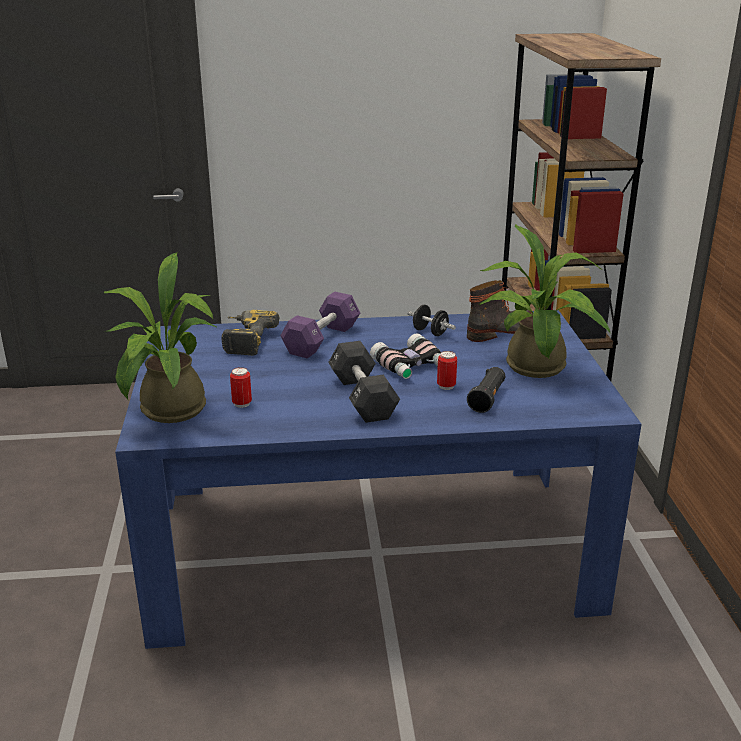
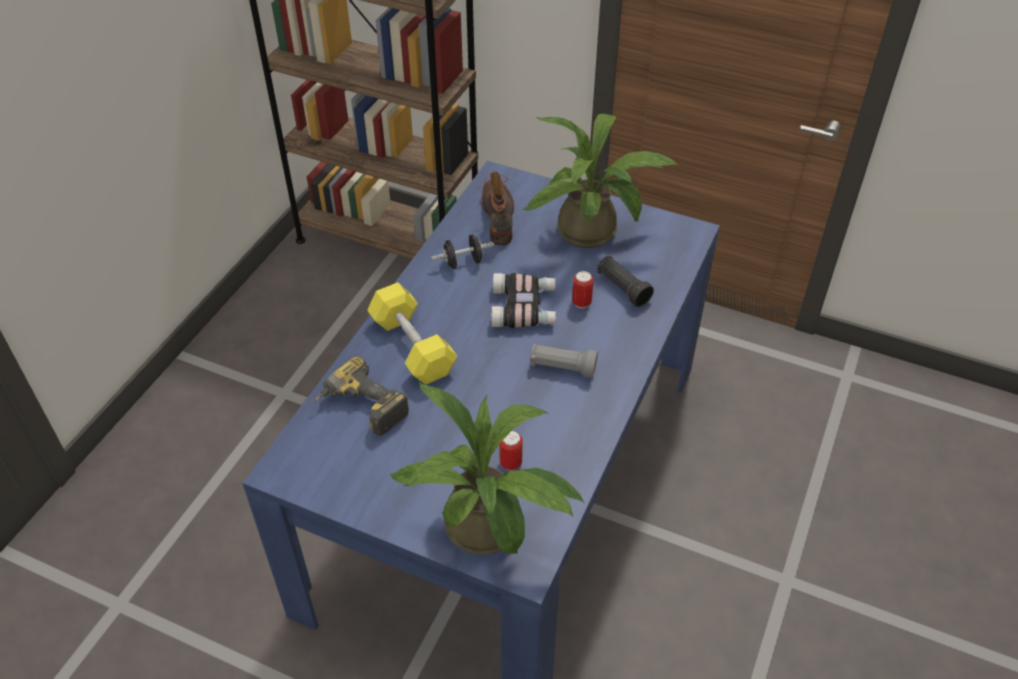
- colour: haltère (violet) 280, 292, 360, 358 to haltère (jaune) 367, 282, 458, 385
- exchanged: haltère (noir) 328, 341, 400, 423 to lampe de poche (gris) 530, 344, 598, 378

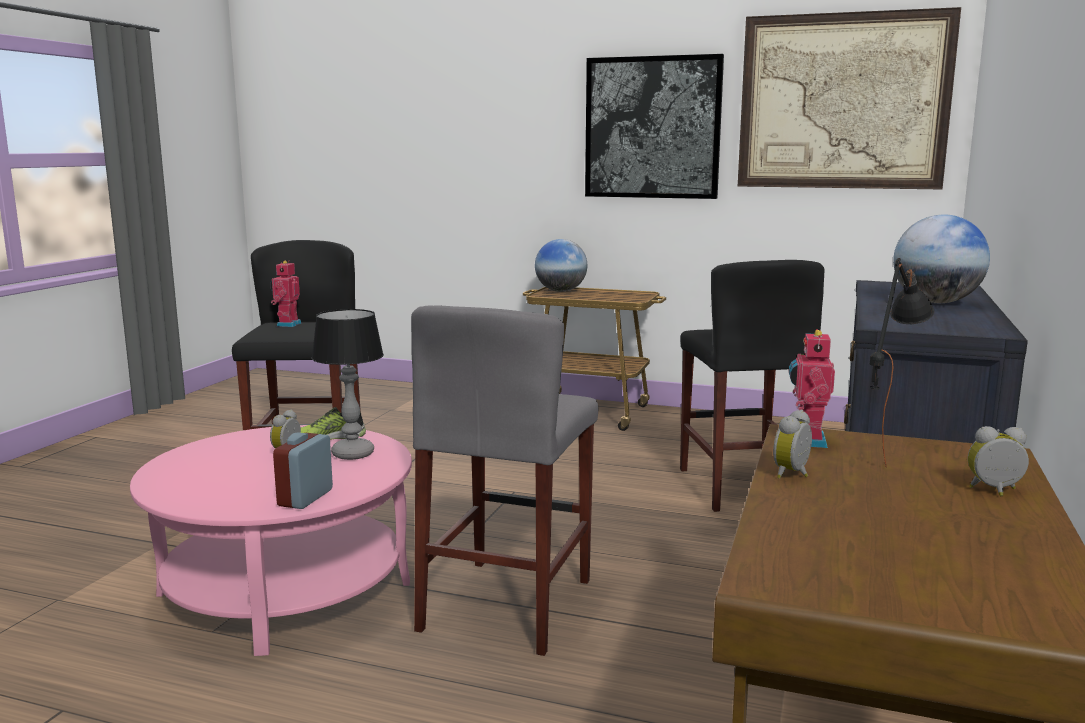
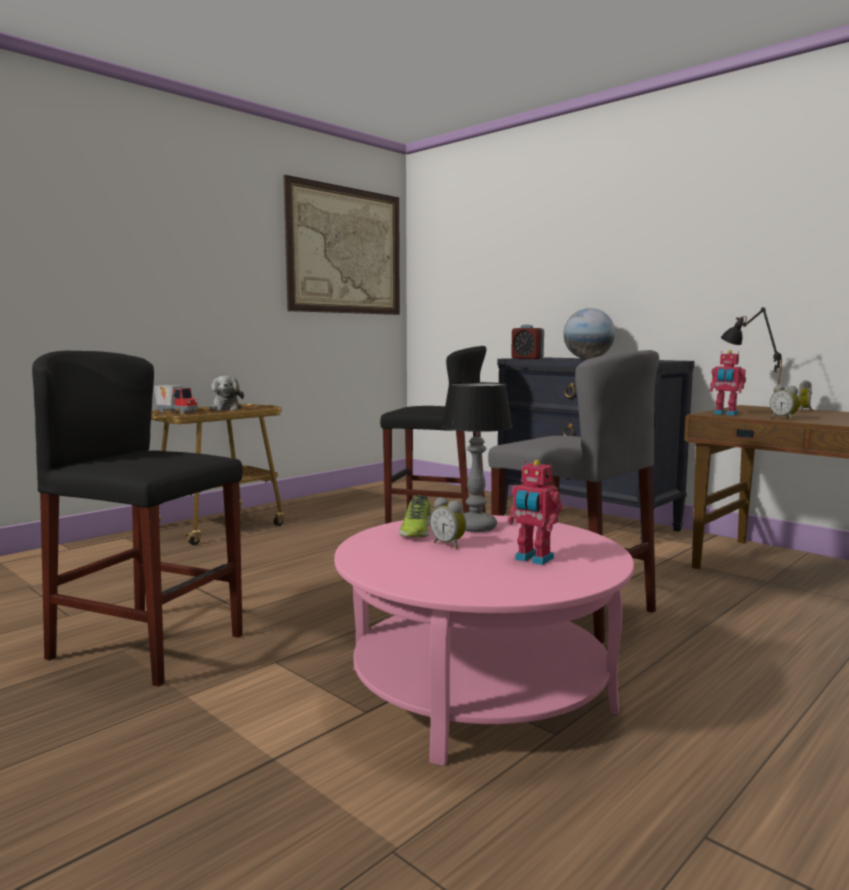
- exchanged: globe 535, 239, 587, 292 to camion jouet 154, 385, 198, 414
- appeared: peluche 209, 376, 244, 411
- relocated: robot jouet 270, 261, 301, 327 to 507, 460, 562, 565
- relocated: réveil 273, 433, 333, 509 to 511, 325, 544, 359
- missing: tableau 585, 54, 724, 199

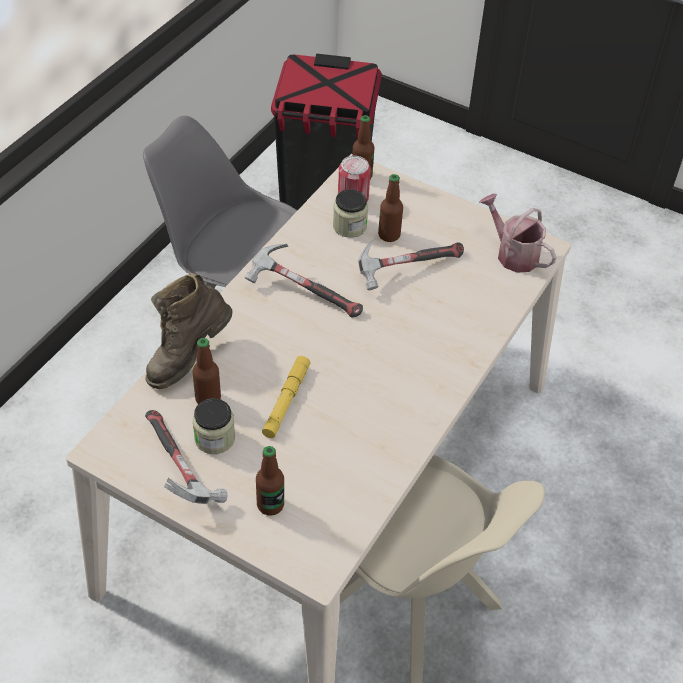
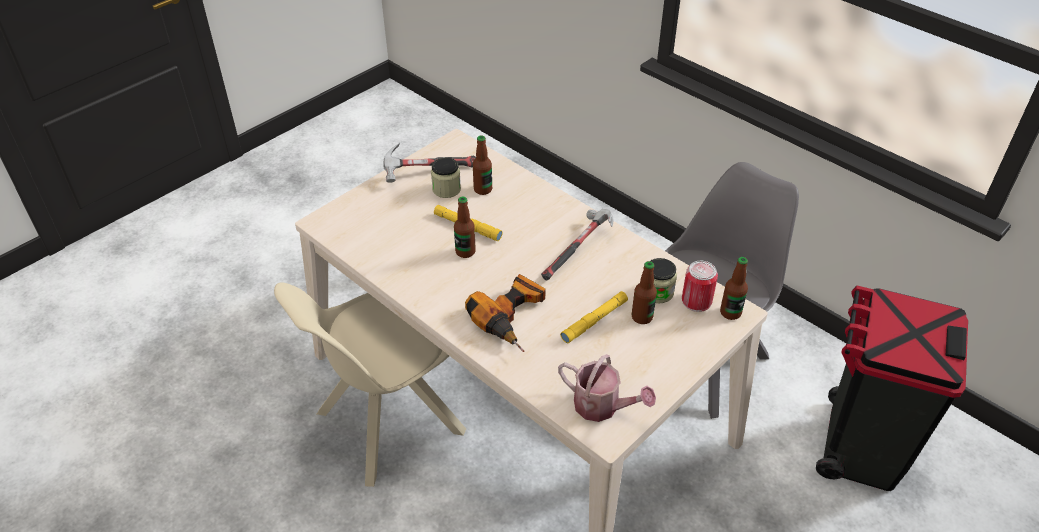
- relocated: bouteille 256, 446, 284, 516 to 454, 197, 476, 258
- appeared: perceuse 465, 274, 546, 352
- spun: arrosoir 479, 194, 557, 273 = 558, 354, 656, 422 60 degrees clockwise
- exchanged: marteau 358, 239, 464, 290 to lampe de poche (jaune) 560, 291, 628, 343
- missing: botte (marron) 146, 273, 232, 389

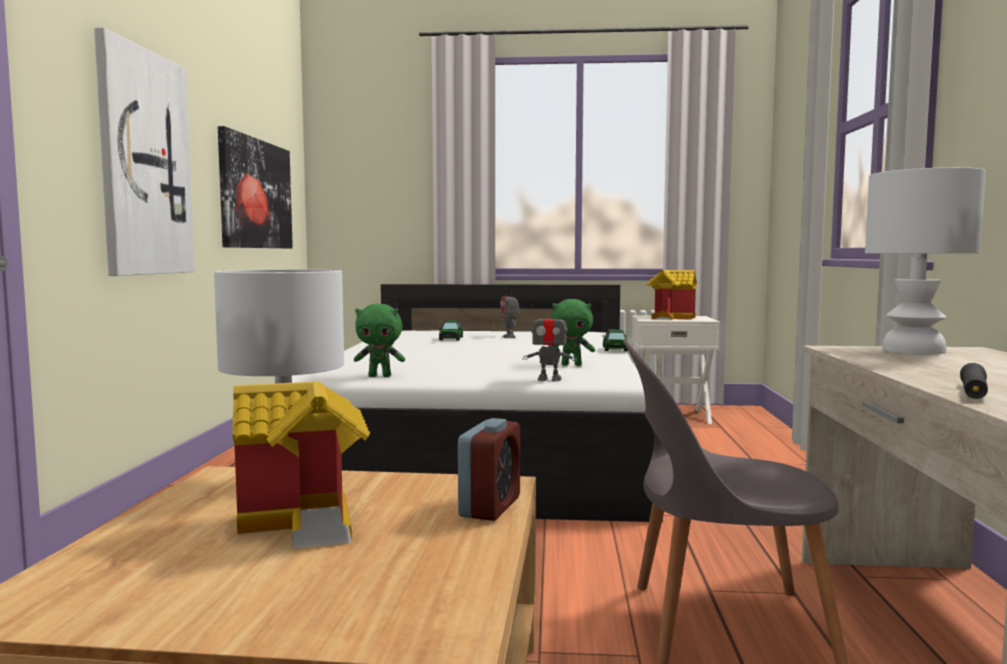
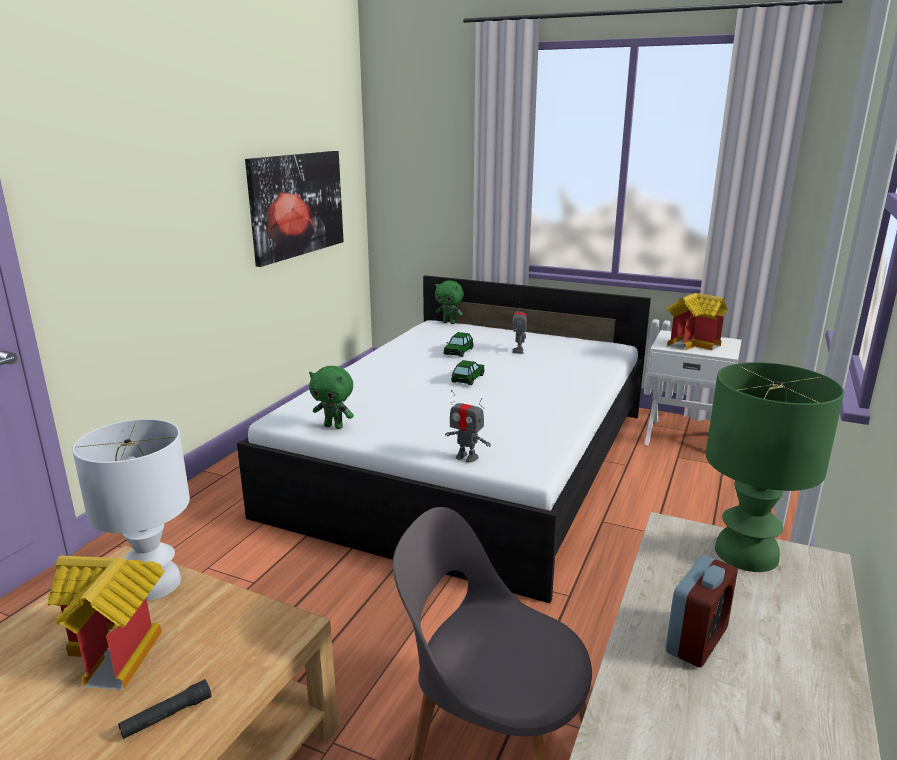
- relocated: lampe de poche (noir) 960, 363, 988, 399 to 118, 679, 211, 739
- relocated: peluche (vert) 551, 299, 595, 366 to 435, 280, 464, 324
- relocated: petite voiture 602, 330, 628, 351 to 451, 360, 485, 385
- relocated: réveil 458, 418, 520, 521 to 666, 555, 737, 667
- colour: lampe de table (blanc) 865, 167, 986, 355 to lampe de table (vert) 706, 362, 844, 572
- missing: tableau 94, 27, 195, 276

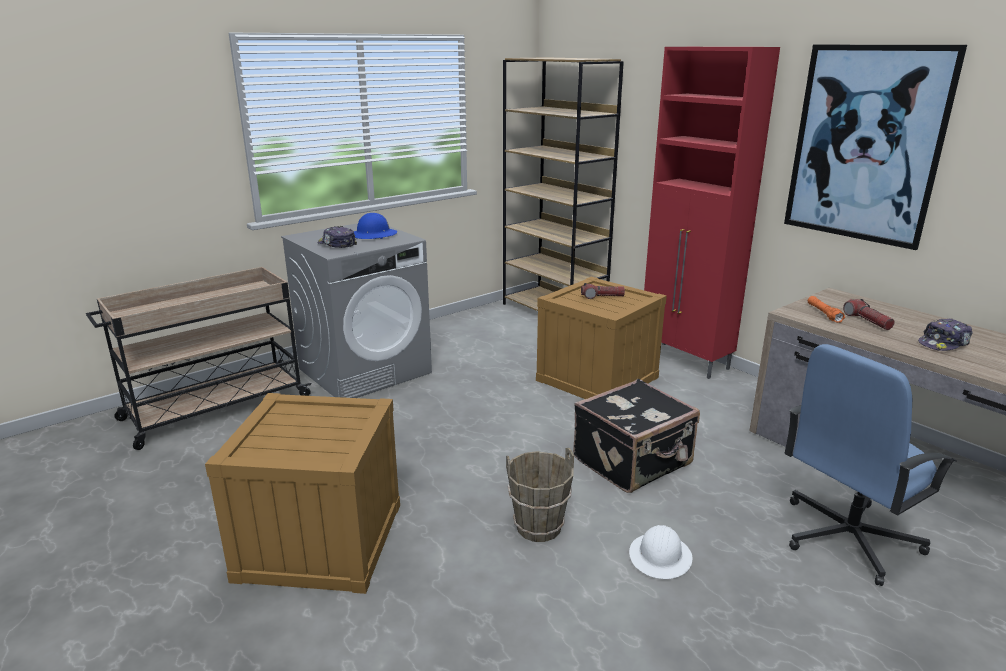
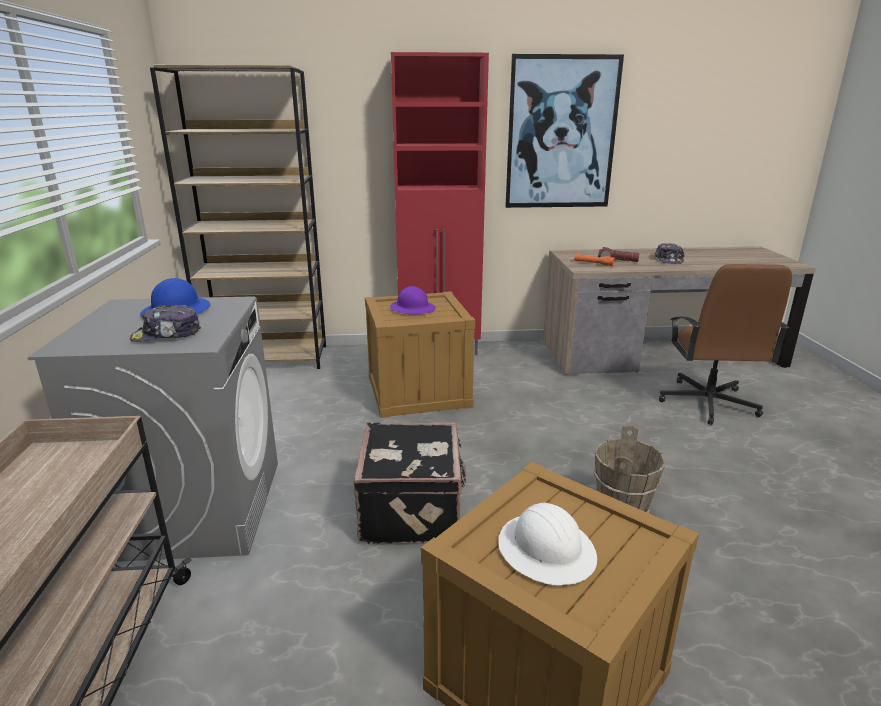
- relocated: valise (noir) 573, 379, 700, 493 to 354, 422, 466, 544
- exchanged: lampe de poche 581, 283, 625, 299 to casque de chantier (violet) 390, 286, 436, 314
- relocated: casque de chantier (blanc) 629, 525, 693, 579 to 499, 503, 597, 585
- colour: chaise de bureau (bleu) 784, 344, 956, 586 to chaise de bureau (marron) 659, 264, 792, 425

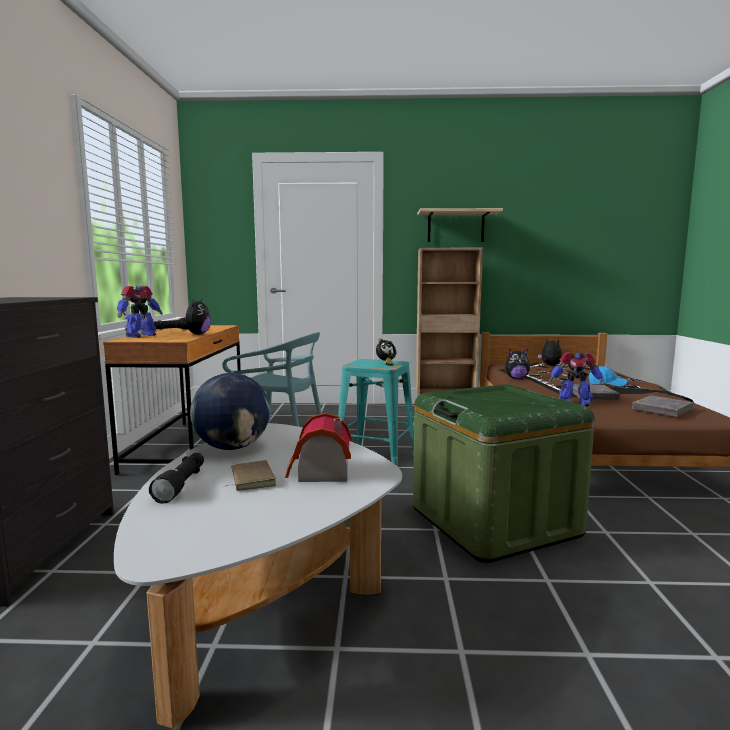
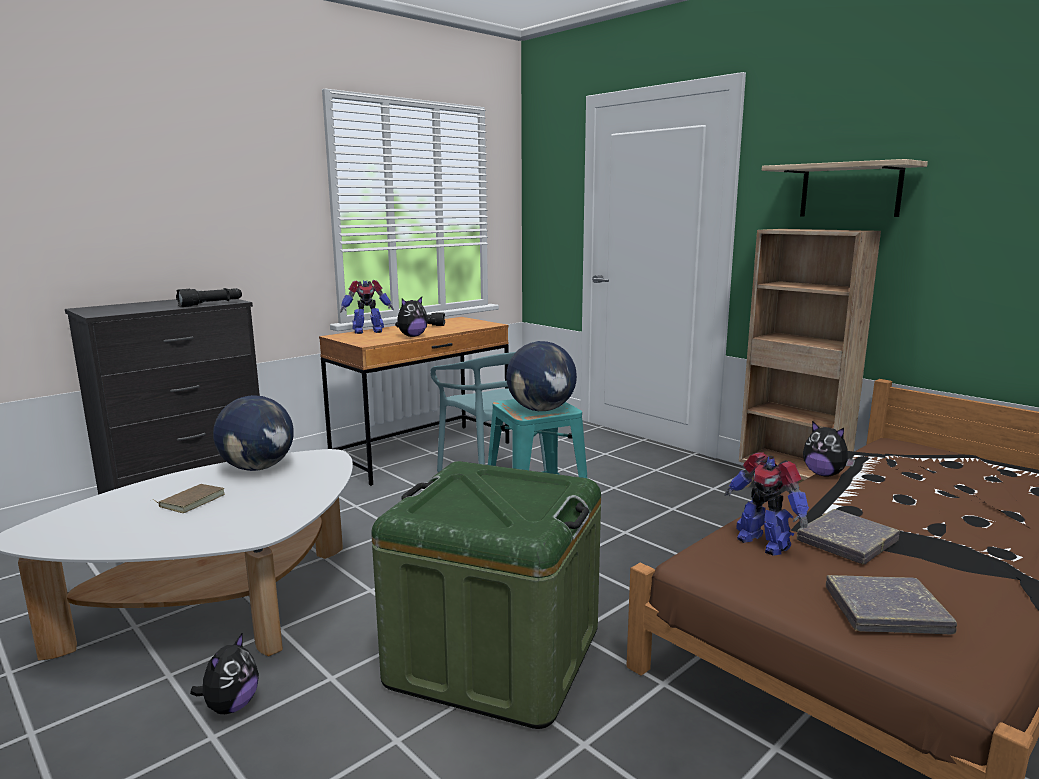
- relocated: lampe de poche (noir) 149, 453, 204, 504 to 176, 288, 242, 307
- relocated: peluche 538, 338, 562, 366 to 190, 632, 259, 714
- exchanged: réveil 376, 338, 396, 366 to globe 506, 341, 577, 411
- missing: maison miniature 285, 413, 351, 482
- missing: casquette (bleu) 589, 366, 628, 387

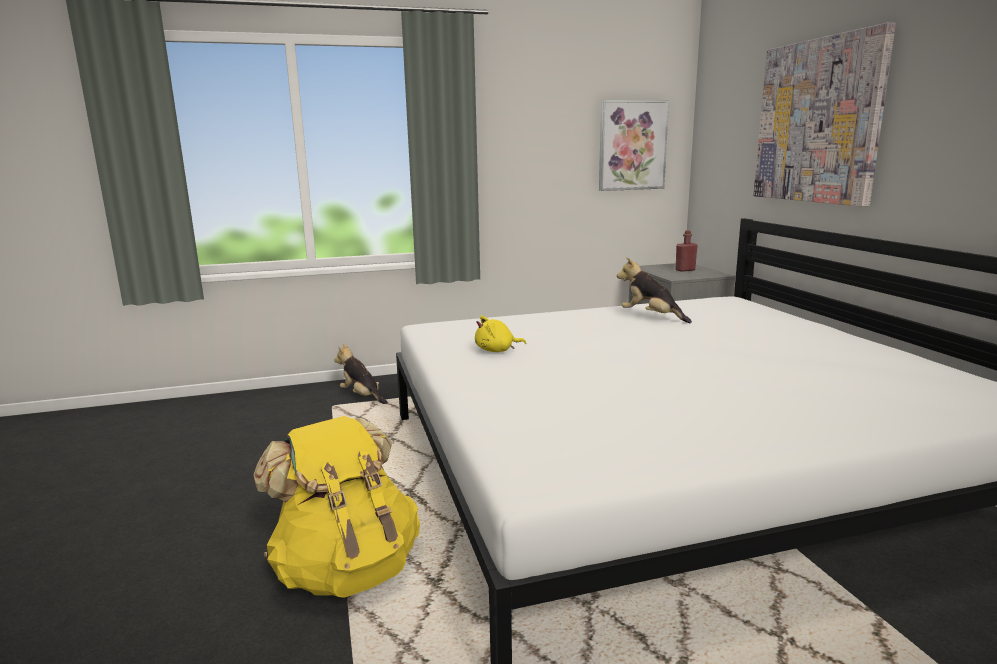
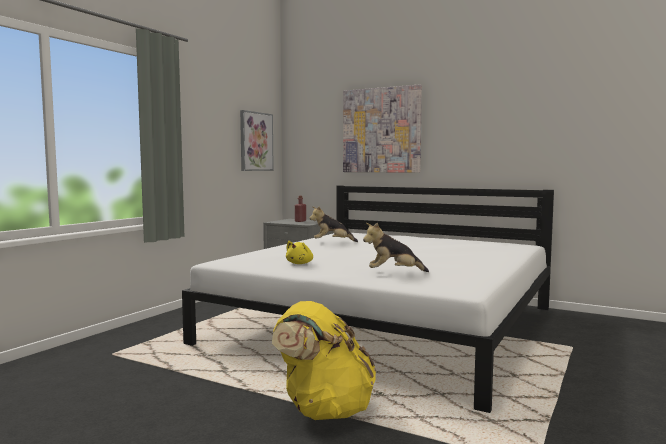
- relocated: peluche 334, 344, 388, 404 to 363, 222, 429, 272

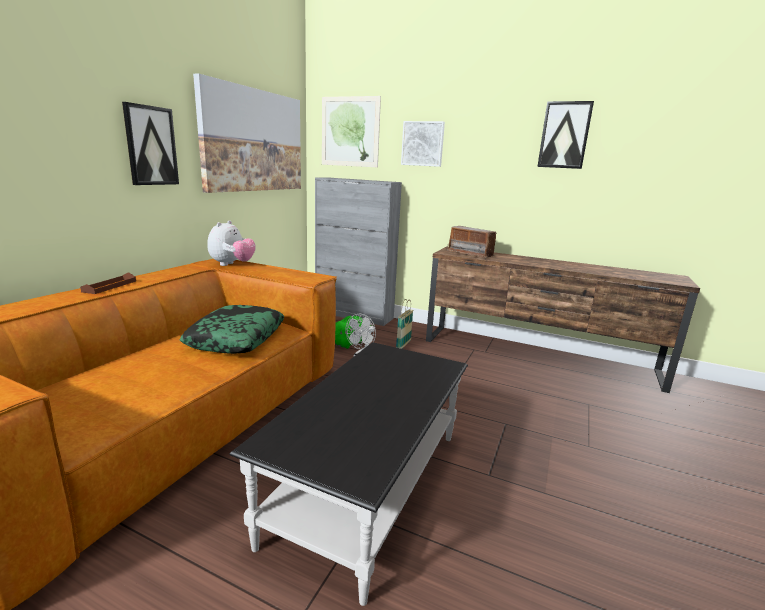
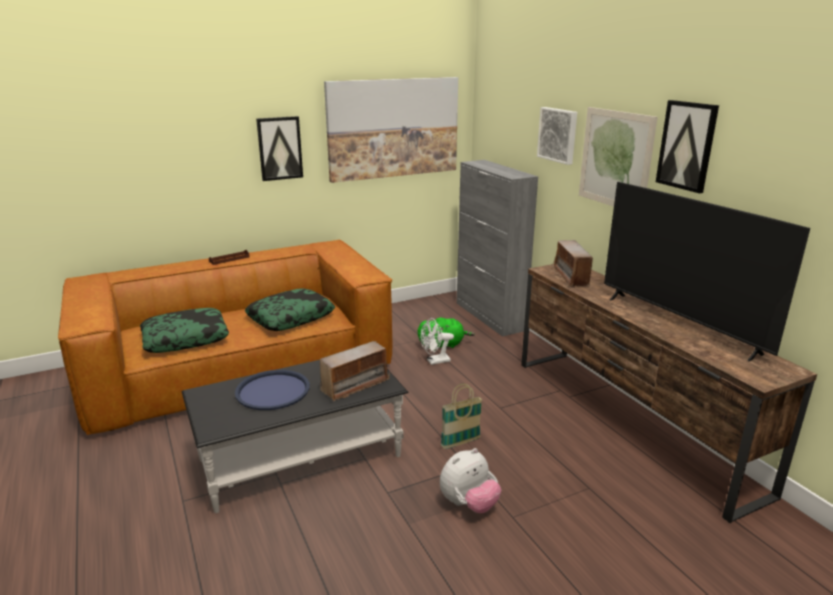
- appeared: coussin 140, 308, 229, 353
- appeared: plateau (bleu) 235, 370, 310, 410
- appeared: radio 320, 341, 390, 401
- relocated: peluche 207, 220, 256, 266 to 440, 448, 501, 513
- relocated: panier 396, 299, 413, 349 to 441, 384, 482, 449
- relocated: tableau 322, 96, 381, 167 to 579, 107, 658, 207
- appeared: téléviseur 604, 182, 810, 361

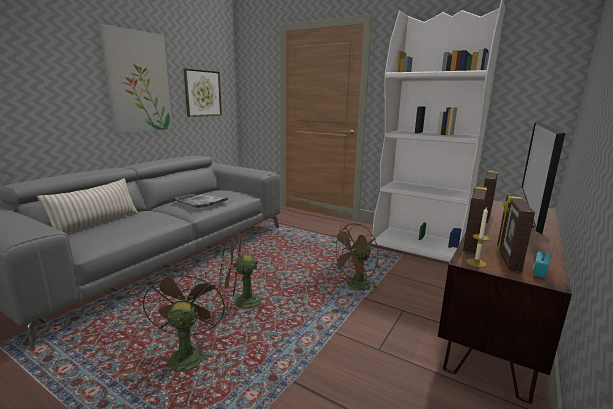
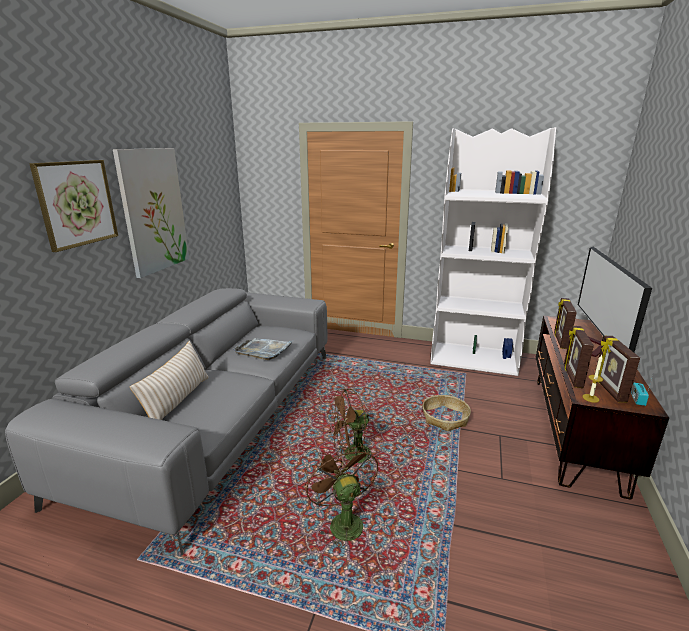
- relocated: tableau 184, 68, 222, 117 to 29, 160, 118, 252
- exchanged: ventilateur (marron) 329, 223, 379, 294 to panier 422, 395, 471, 431

